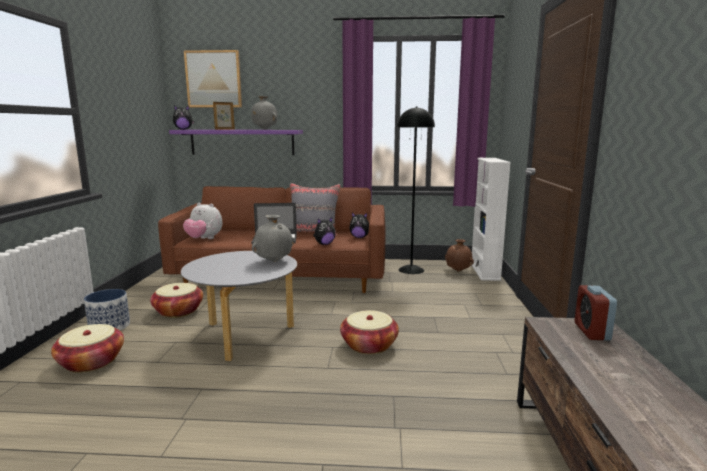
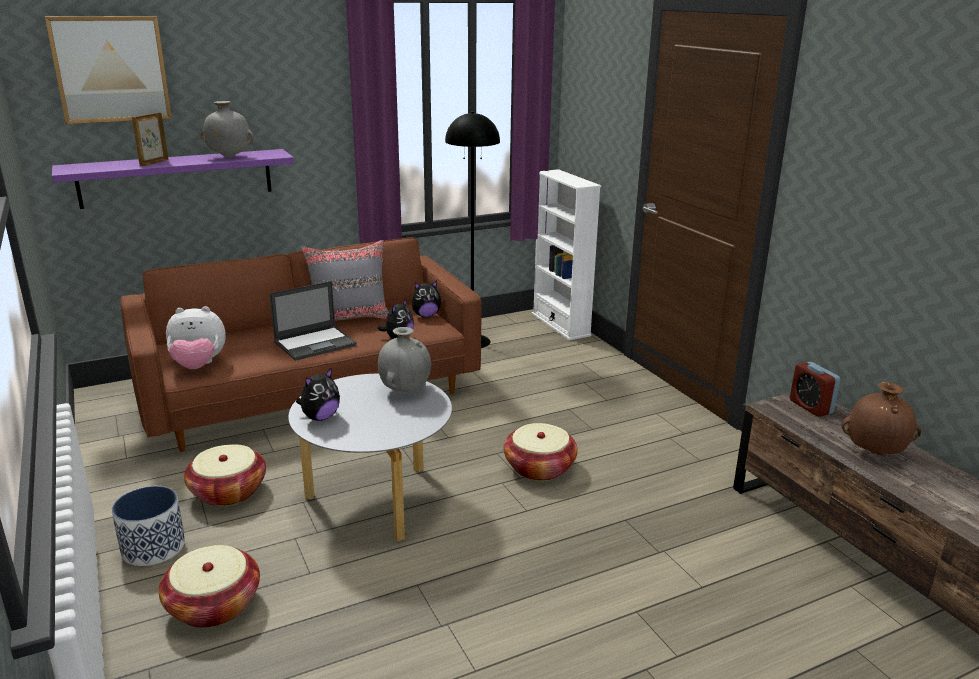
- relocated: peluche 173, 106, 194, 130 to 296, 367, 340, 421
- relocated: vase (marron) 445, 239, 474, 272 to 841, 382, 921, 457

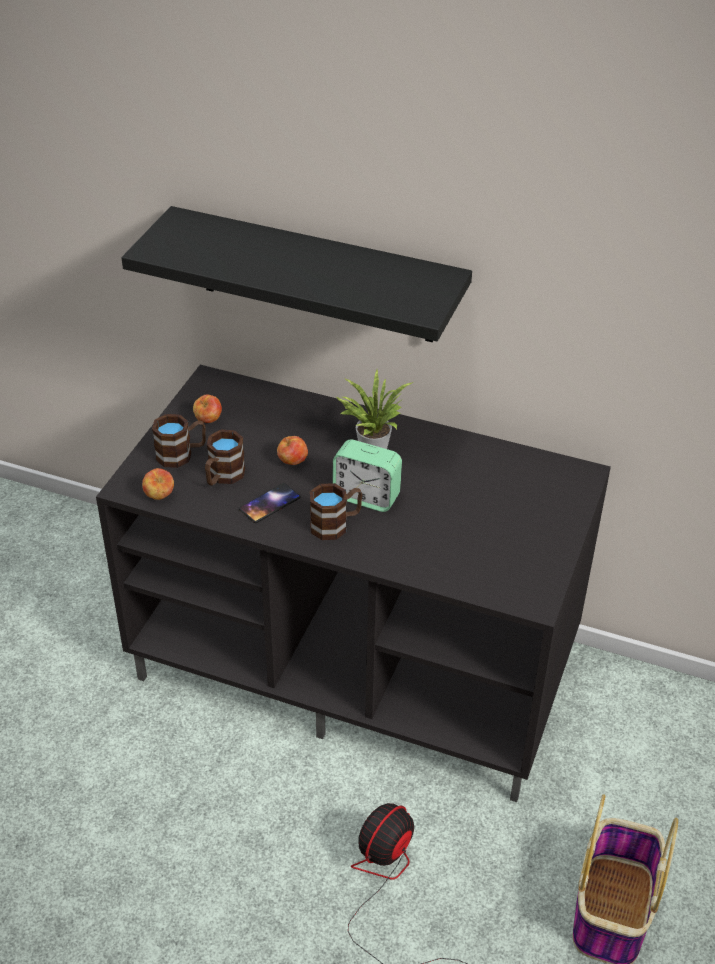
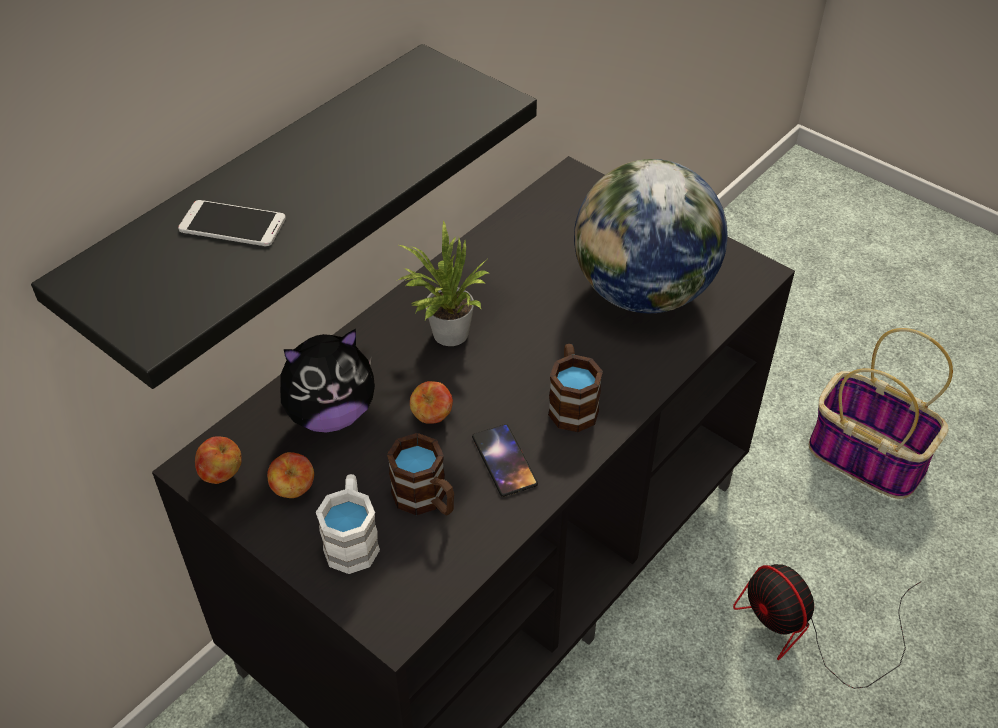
- appeared: téléphone 178, 200, 286, 246
- relocated: pomme 142, 468, 174, 500 to 195, 436, 242, 484
- appeared: peluche 280, 329, 375, 433
- colour: mug (marron) 152, 414, 206, 468 to mug (blanc) 316, 474, 380, 574
- appeared: globe 574, 159, 728, 313
- missing: réveil 332, 440, 402, 512

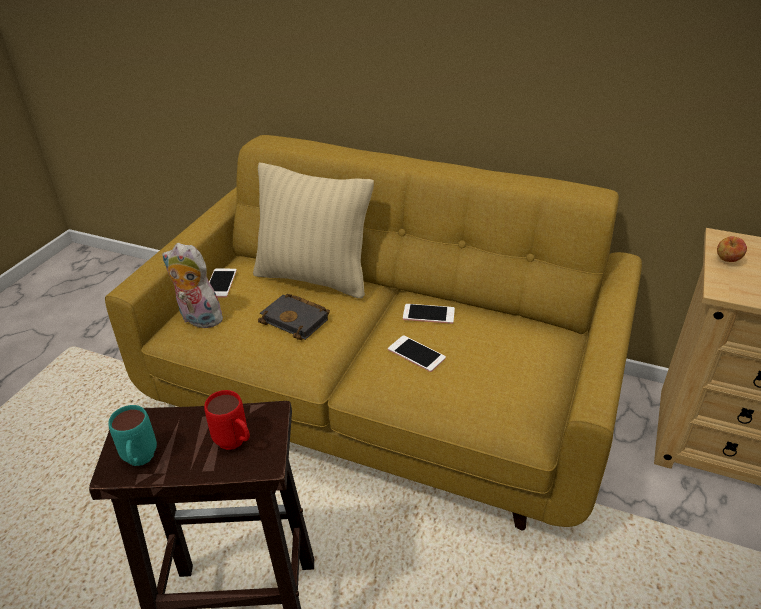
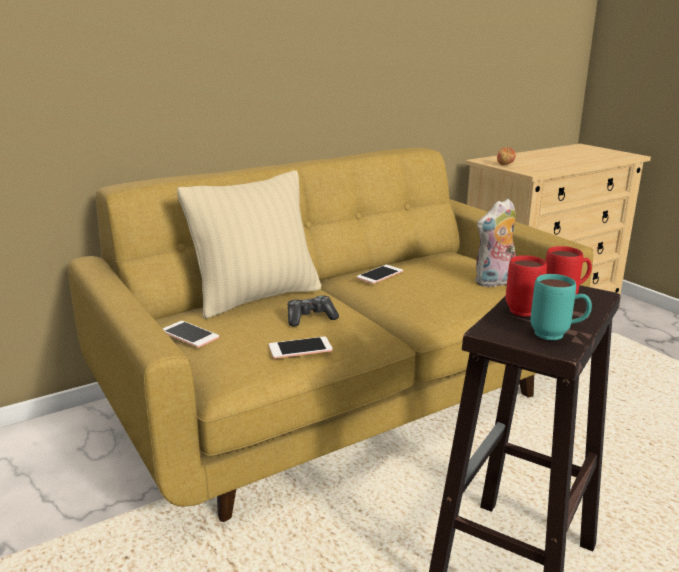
- relocated: téléphone 388, 335, 446, 372 to 269, 336, 333, 359
- exchanged: livre (noir) 258, 294, 330, 340 to manette 288, 296, 339, 327
- relocated: peluche 162, 243, 223, 328 to 475, 199, 516, 287
- appeared: mug (rouge) 506, 255, 547, 317

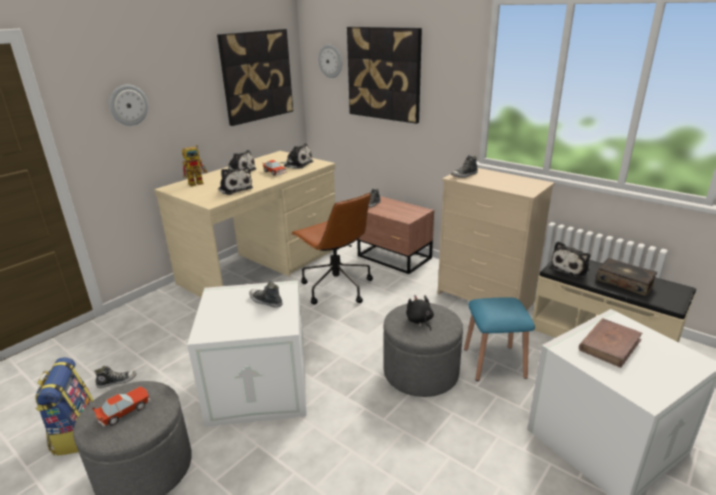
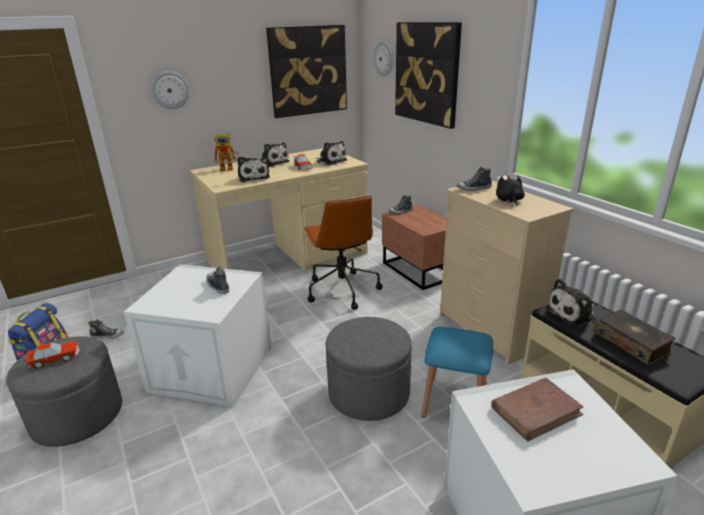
- relocated: peluche (noir) 406, 295, 434, 331 to 496, 175, 525, 207

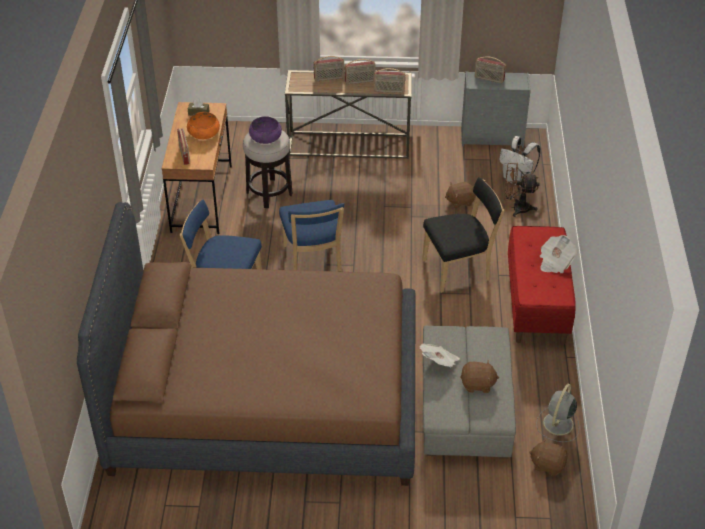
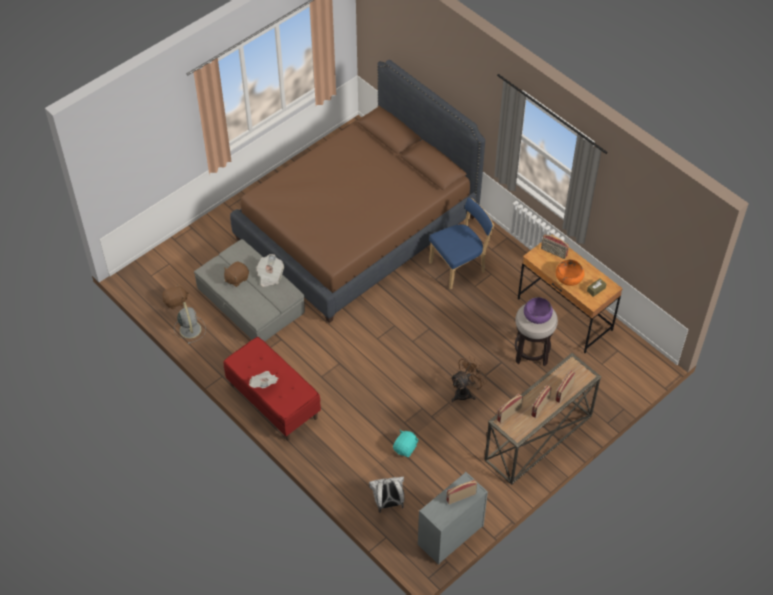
- colour: peluche (marron) 445, 182, 475, 208 to peluche (turquoise) 393, 430, 419, 457
- relocated: ventilateur (marron) 504, 163, 540, 217 to 450, 355, 487, 402
- missing: chaise (bleu) 279, 200, 344, 272
- missing: chaise (noir) 422, 177, 504, 293

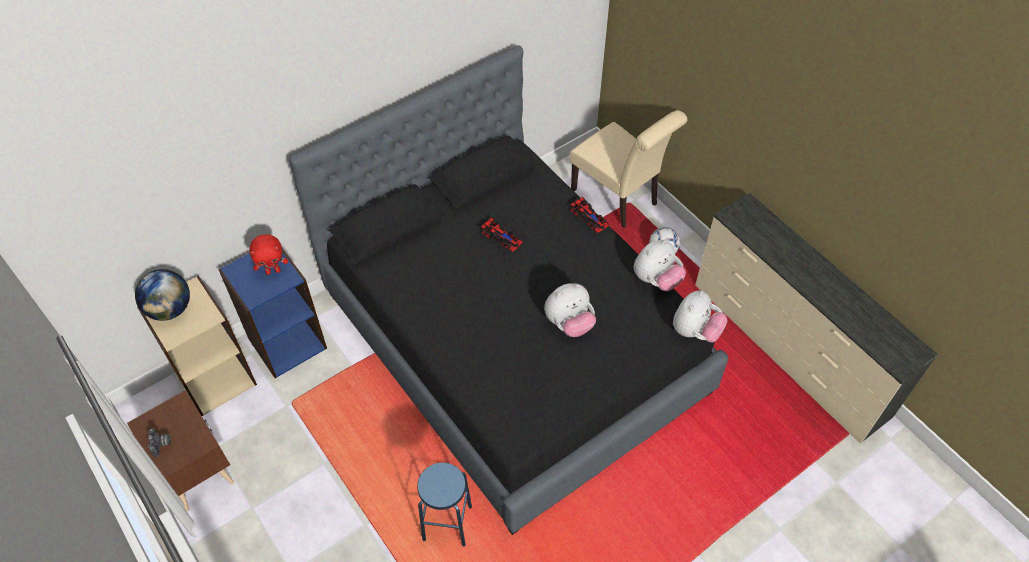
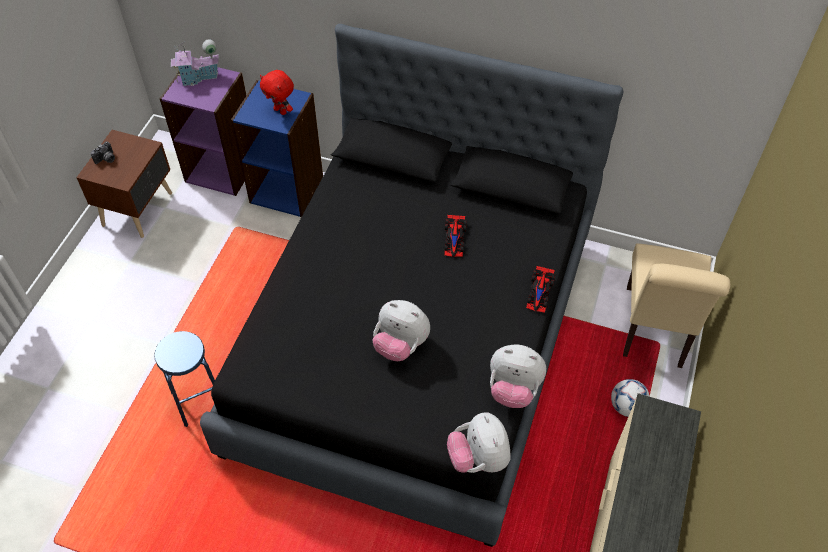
- colour: bibliothèque (beige) 137, 275, 257, 416 to bibliothèque (violet) 159, 67, 247, 196
- exchanged: globe 135, 269, 190, 321 to maison miniature 171, 39, 219, 86
- spun: peluche 673, 291, 727, 342 = 447, 412, 510, 473 75 degrees clockwise

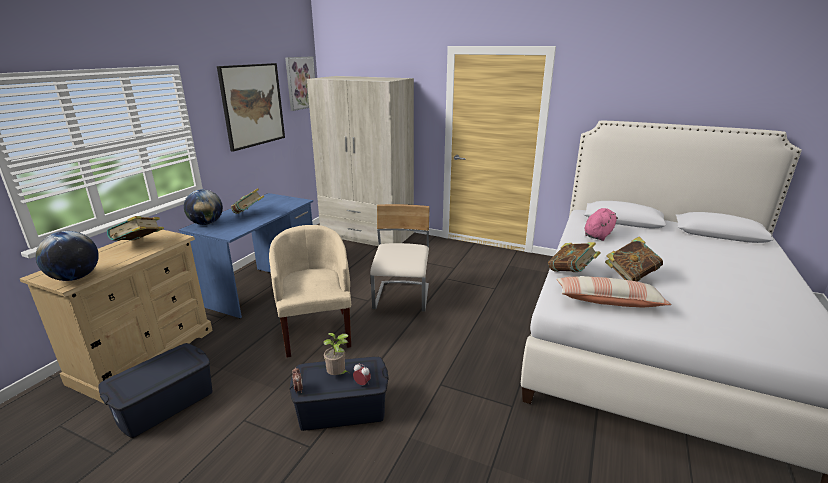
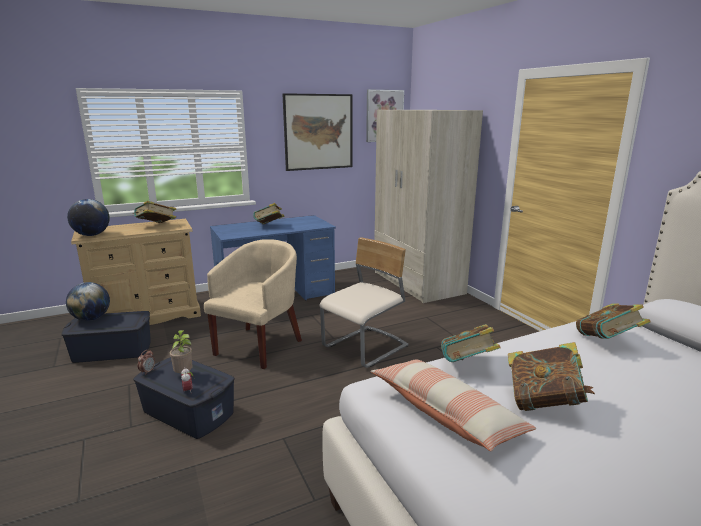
- relocated: globe 184, 189, 223, 225 to 66, 282, 110, 321
- exchanged: peluche (rose) 585, 208, 618, 241 to livre 576, 303, 651, 339

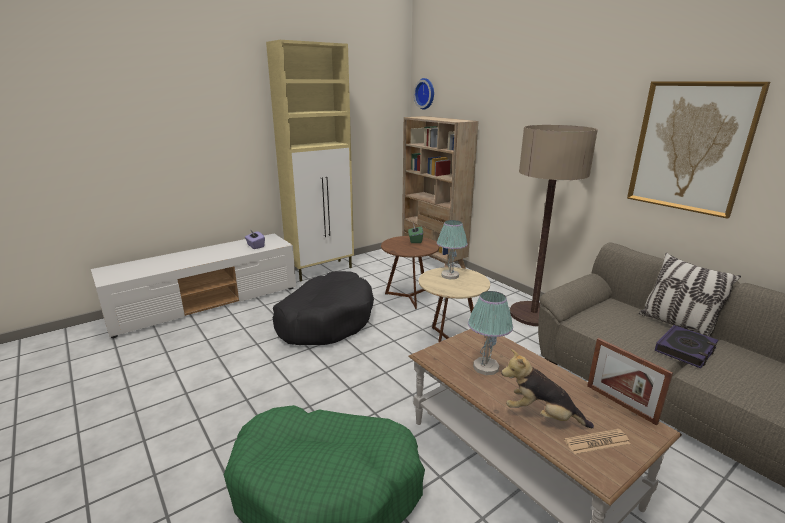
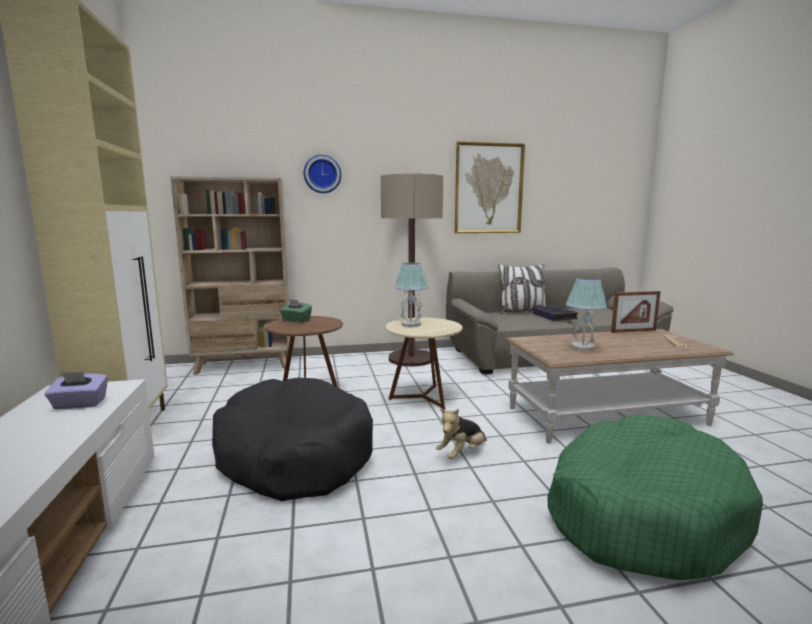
- relocated: horloge murale 414, 78, 434, 110 to 304, 155, 341, 193
- relocated: peluche 501, 349, 594, 428 to 436, 409, 487, 459

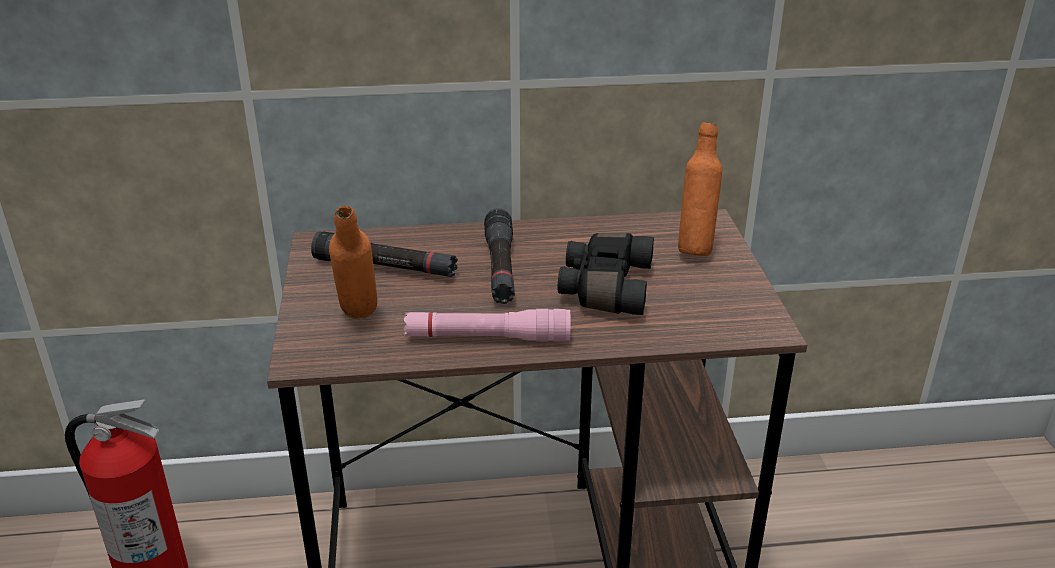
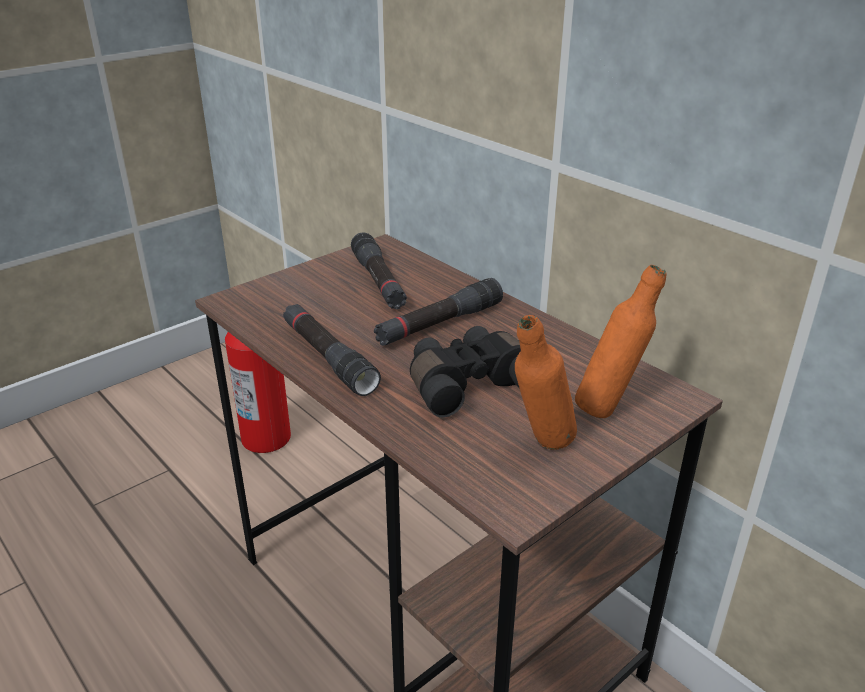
- colour: lampe de poche (rose) 404, 309, 571, 342 to lampe de poche (noir) 283, 304, 381, 396
- relocated: bouteille (orange) 329, 206, 377, 319 to 515, 315, 577, 450

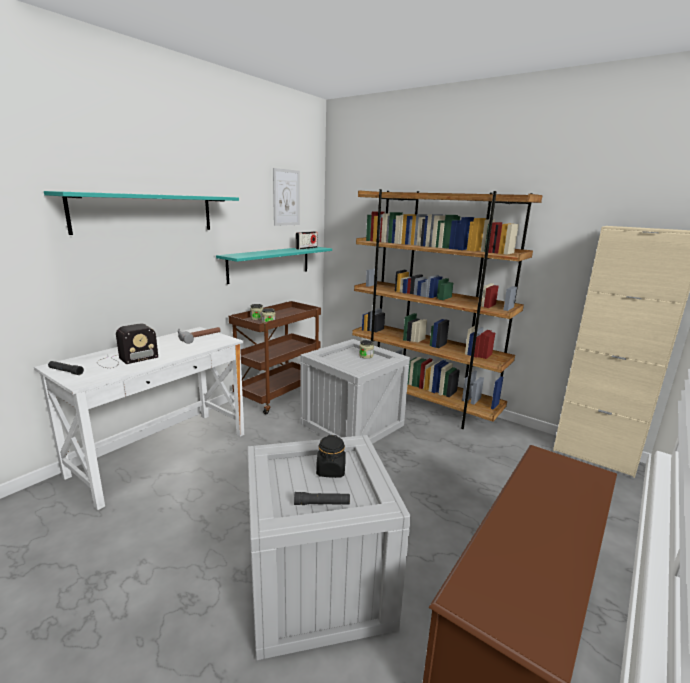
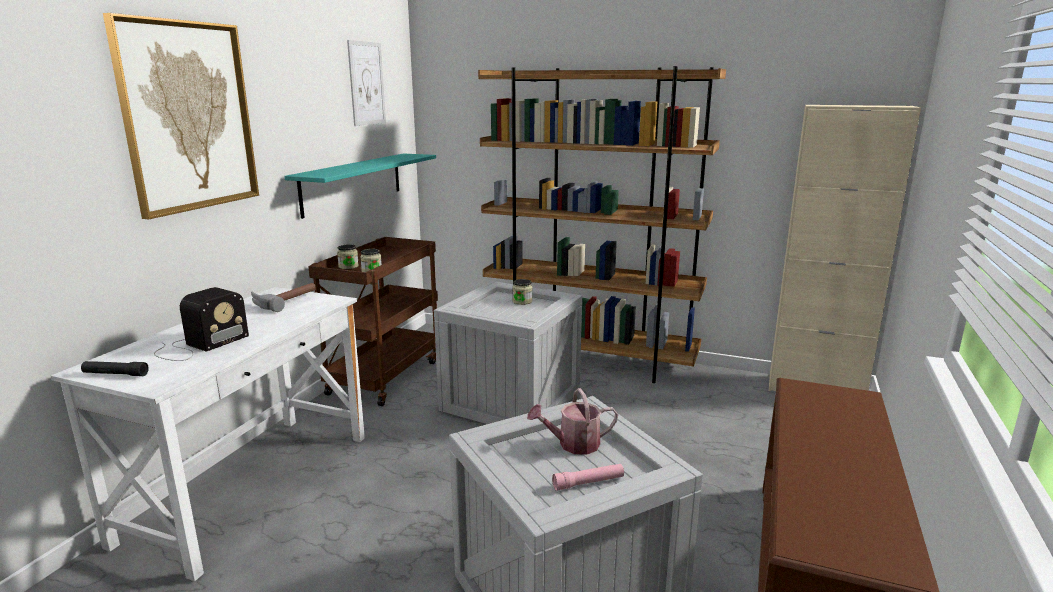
- exchanged: étagère (turquoise) 44, 191, 239, 235 to tableau 103, 13, 259, 219
- exchanged: bocal (noir) 316, 435, 346, 478 to arrosoir 527, 388, 618, 455
- colour: lampe de poche (noir) 294, 492, 350, 505 to lampe de poche (rose) 552, 464, 624, 491
- missing: radio 295, 231, 318, 250

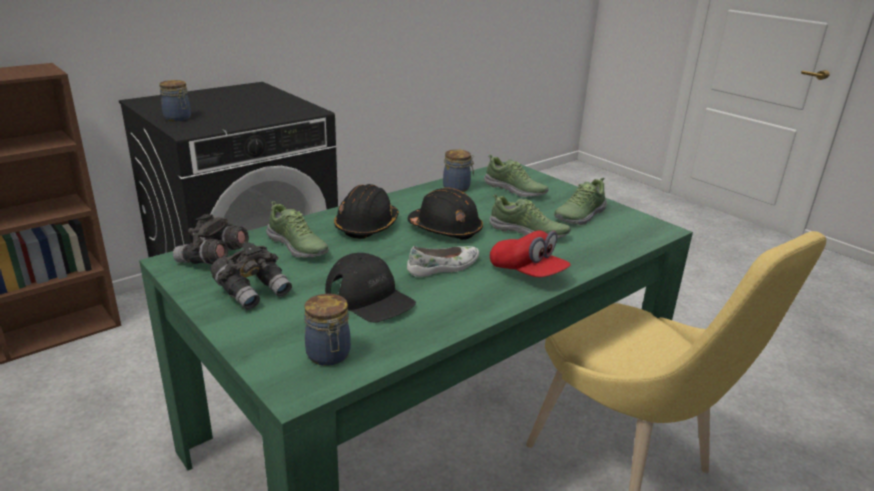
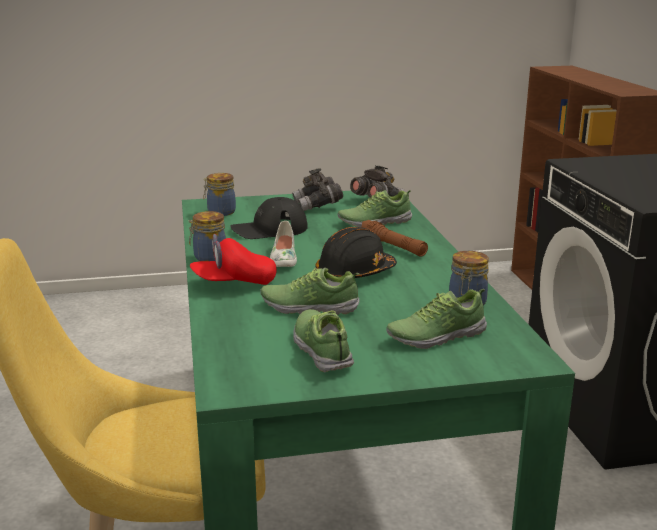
- relocated: bocal 159, 80, 191, 121 to 188, 211, 226, 261
- spun: chaussure 489, 194, 571, 238 = 260, 268, 359, 315 45 degrees clockwise
- exchanged: casque de chantier (noir) 334, 184, 399, 239 to lampe de poche (marron) 361, 220, 428, 256

